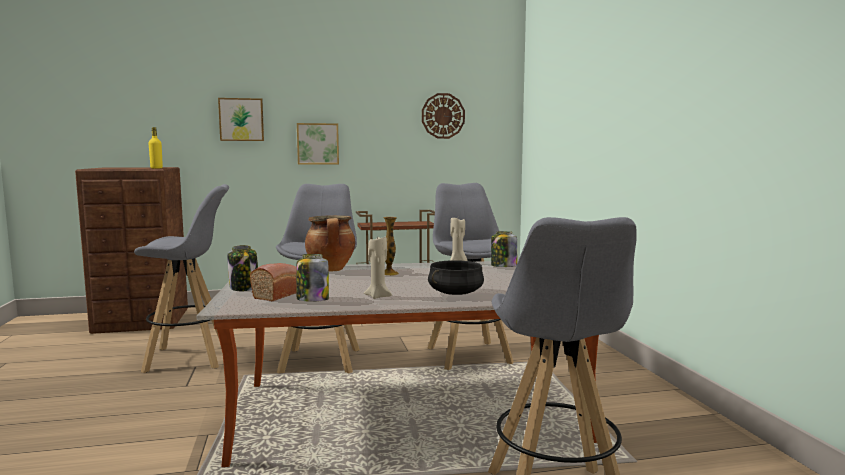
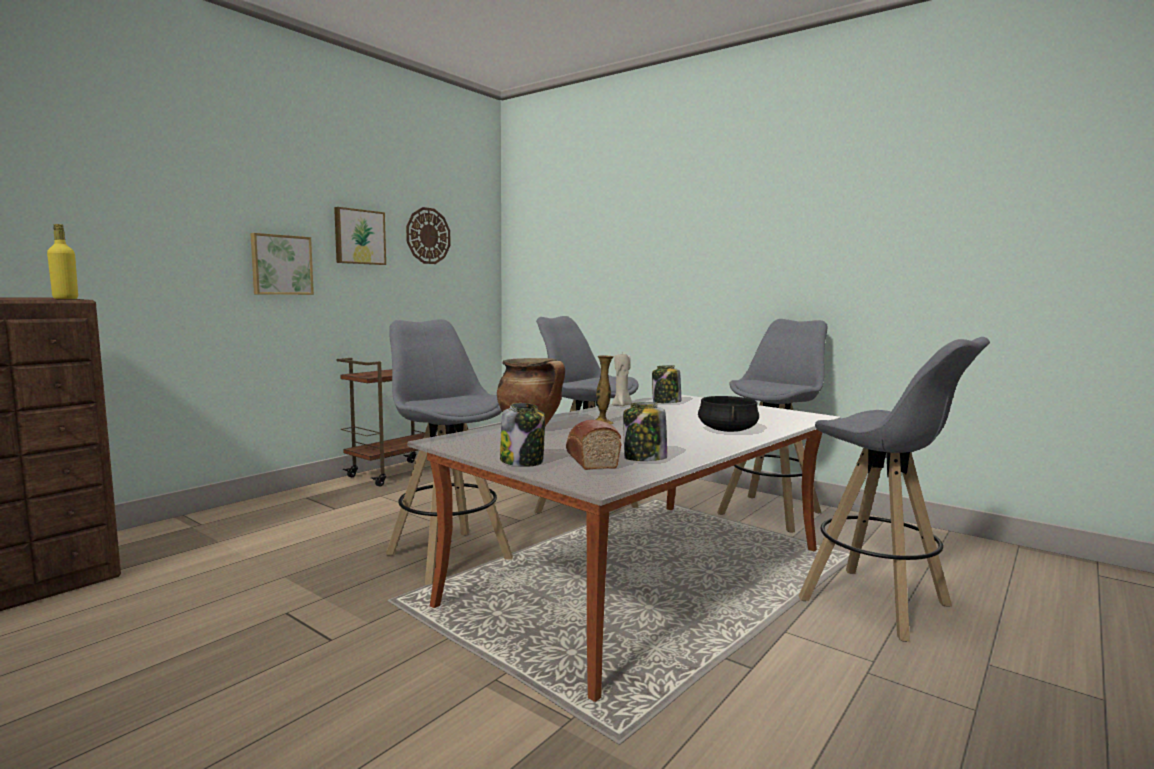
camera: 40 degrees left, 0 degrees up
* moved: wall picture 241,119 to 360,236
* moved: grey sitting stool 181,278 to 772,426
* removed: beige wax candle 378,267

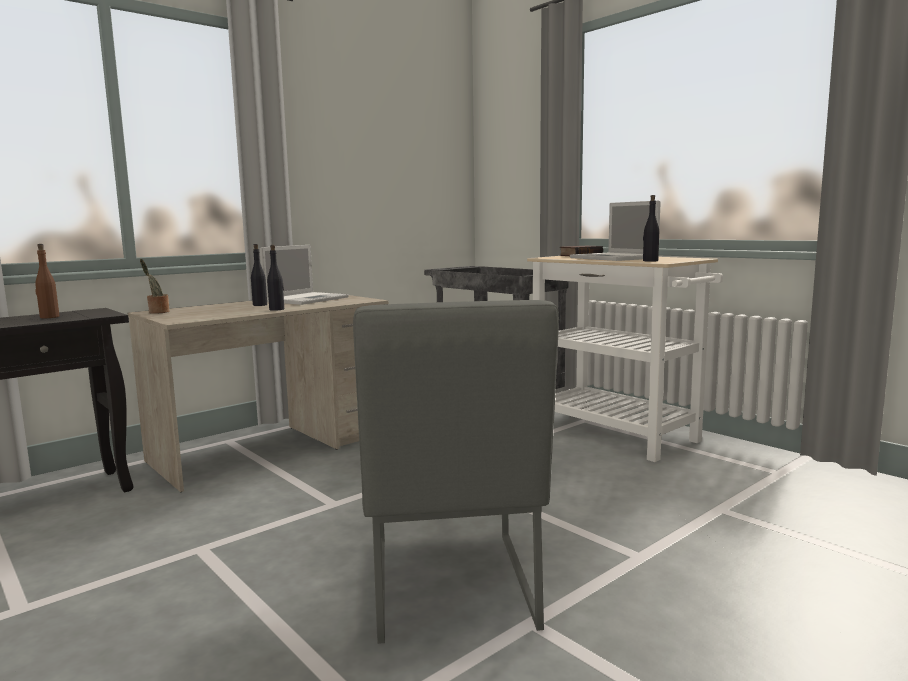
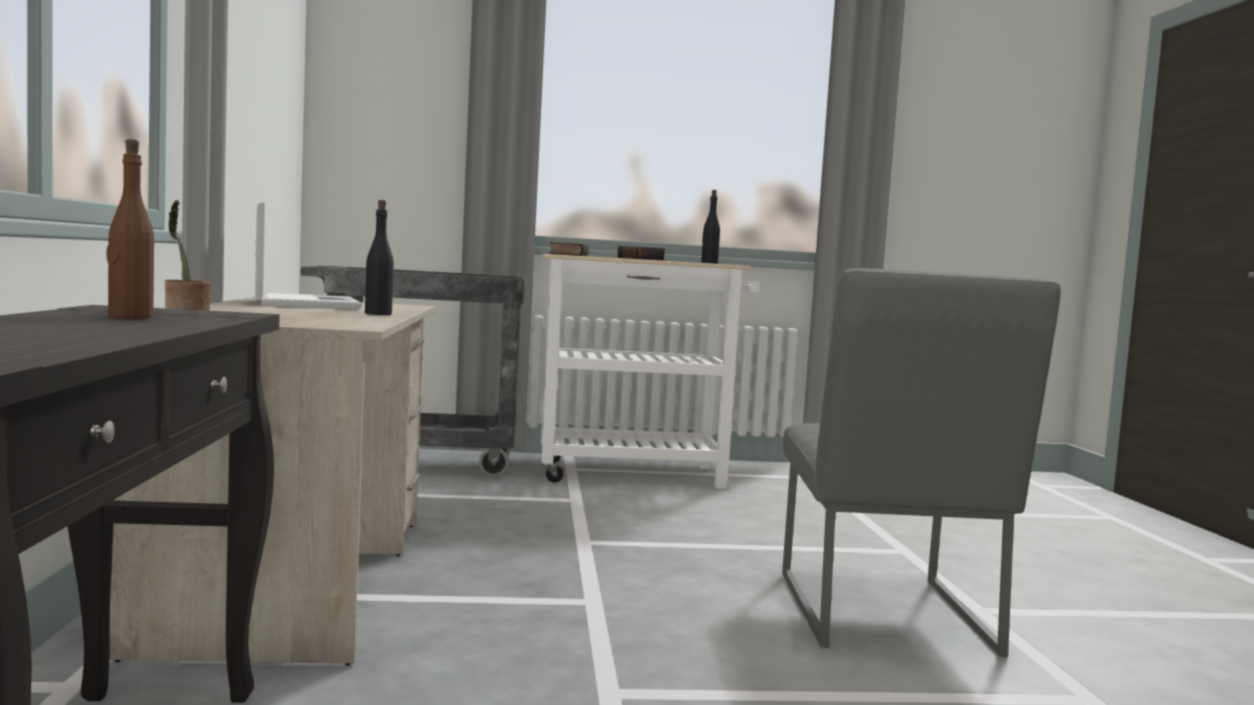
camera: 55 degrees left, 5 degrees down
* replaced: notebook computer 615,231 to bound book 642,253
* turned: grey chair 456,472 = 921,462 60 degrees clockwise
* removed: black bottle 259,275

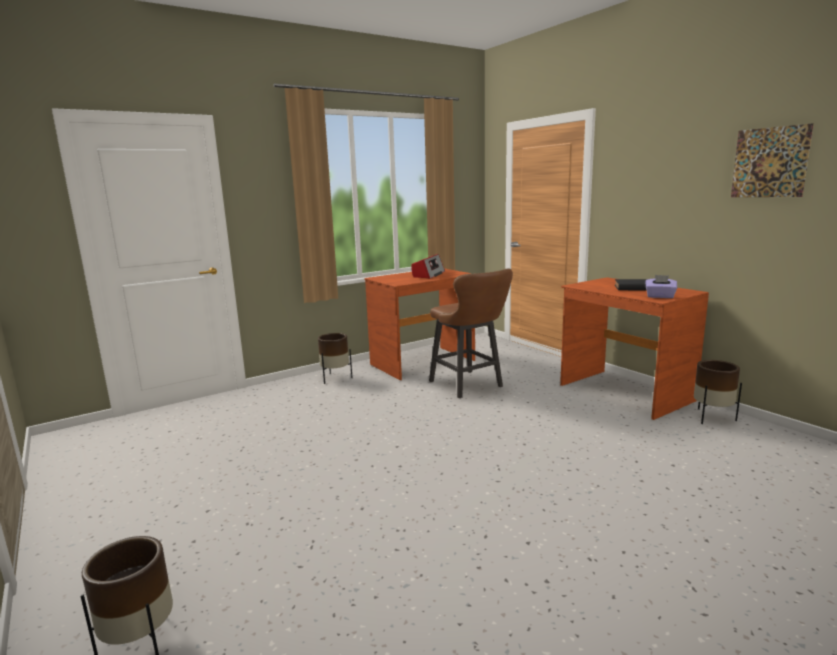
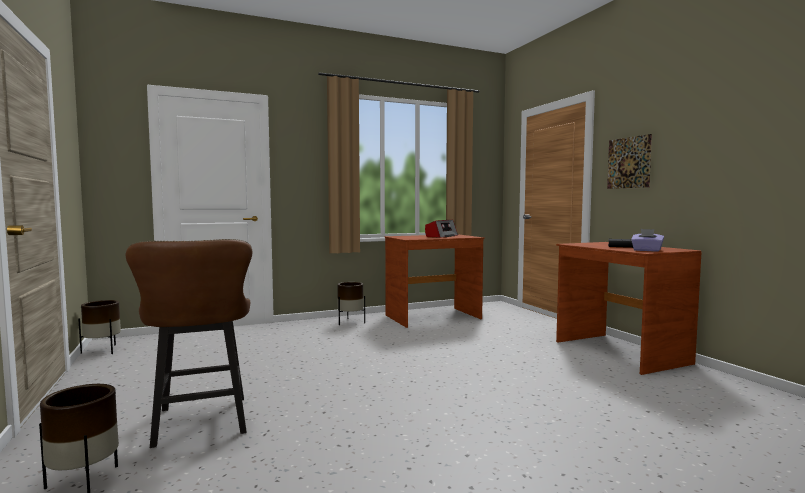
camera: 10 degrees right, 10 degrees down
* moved: brown-coloured flower pot 718,392 to 99,327
* moved: brown-coloured sitting stool 471,333 to 189,343
* moved: wall picture 772,160 to 629,161

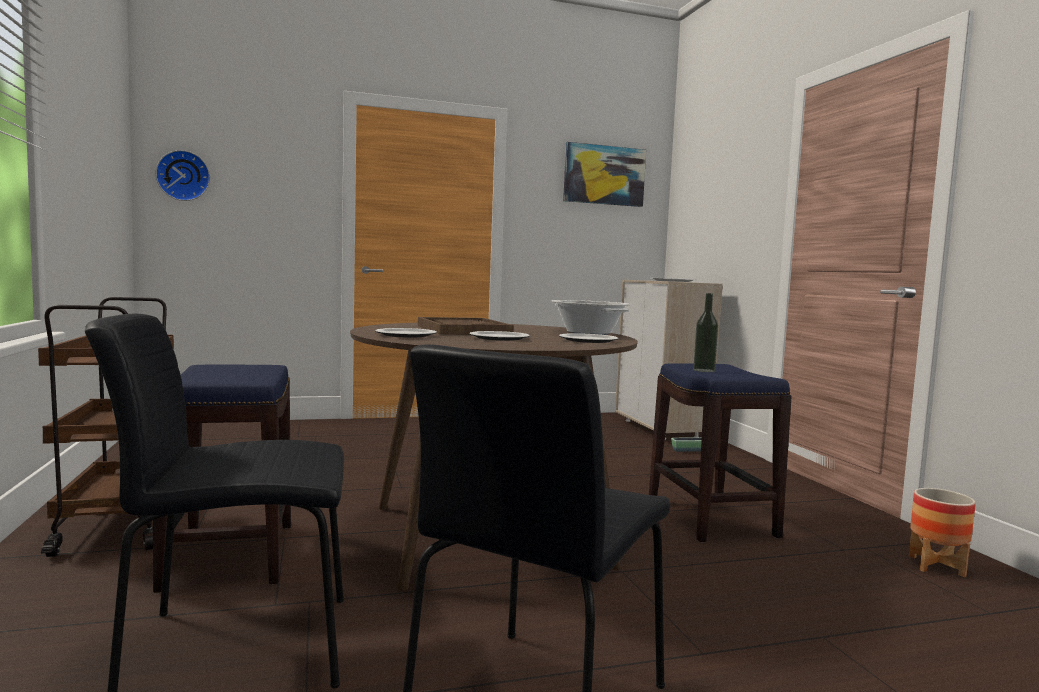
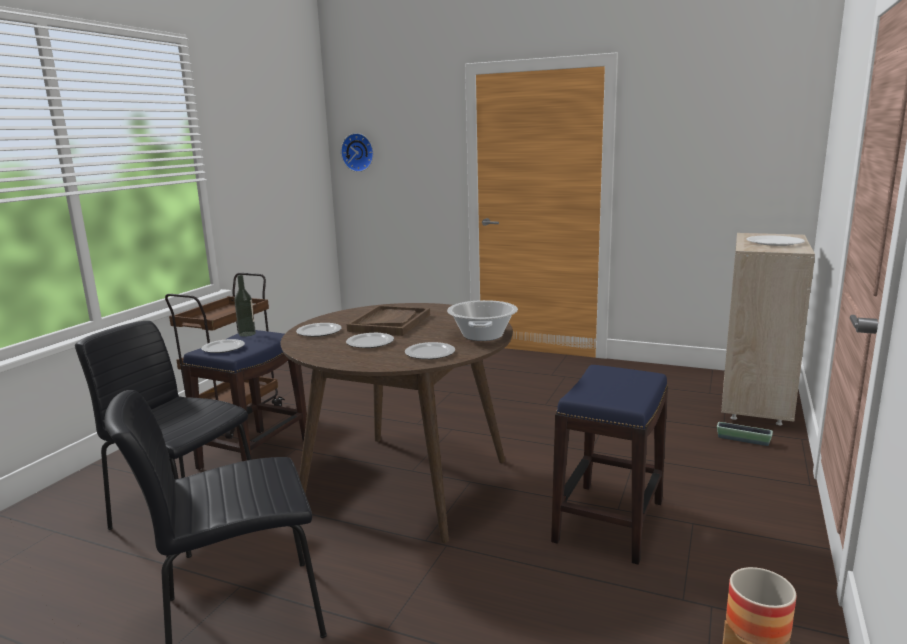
camera: 40 degrees right, 10 degrees up
* added: dinner plate 223,346
* moved: bottle 705,332 to 245,306
* removed: wall picture 604,174

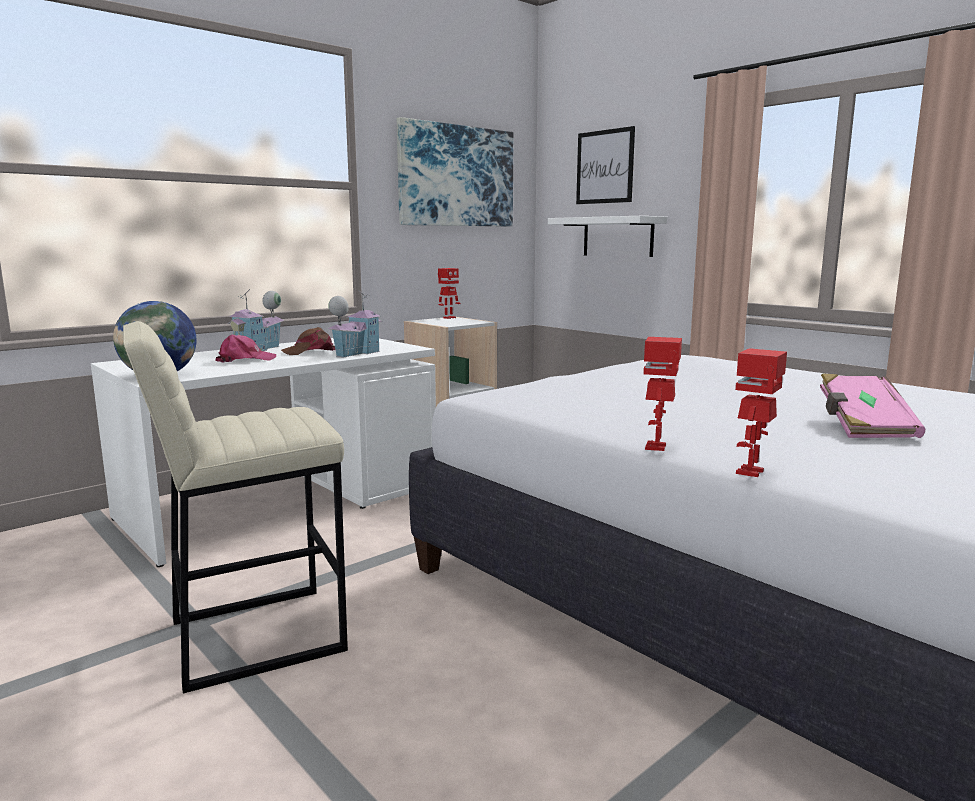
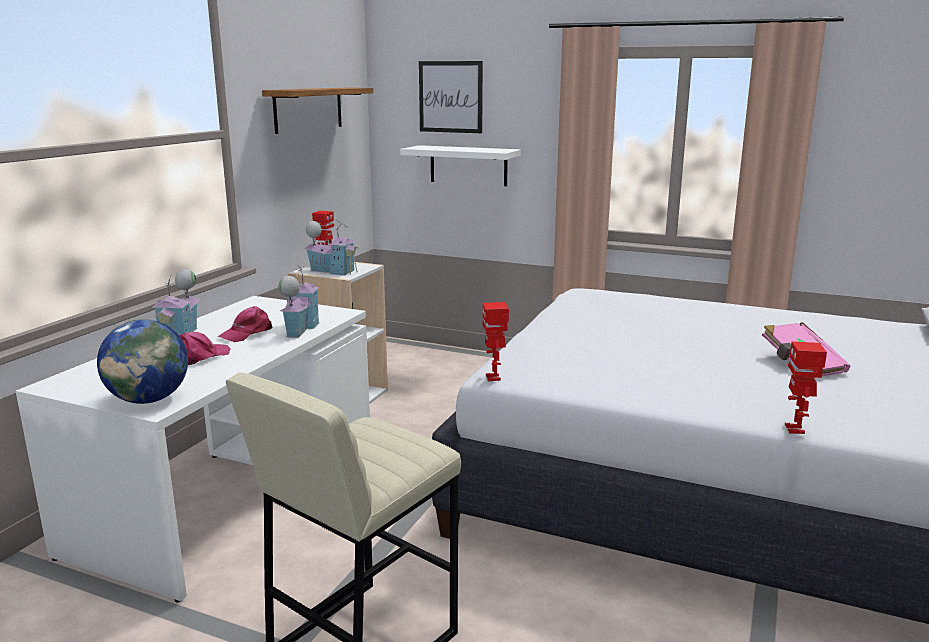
camera: 25 degrees left, 5 degrees up
* recoloured: brown-coloured baseball cap 308,341 to pink-coloured baseball cap 245,324
* replaced: wall picture 455,172 to bracket shelf 317,111
* added: toy house 331,248
* moved: toy robot 662,394 to 495,341

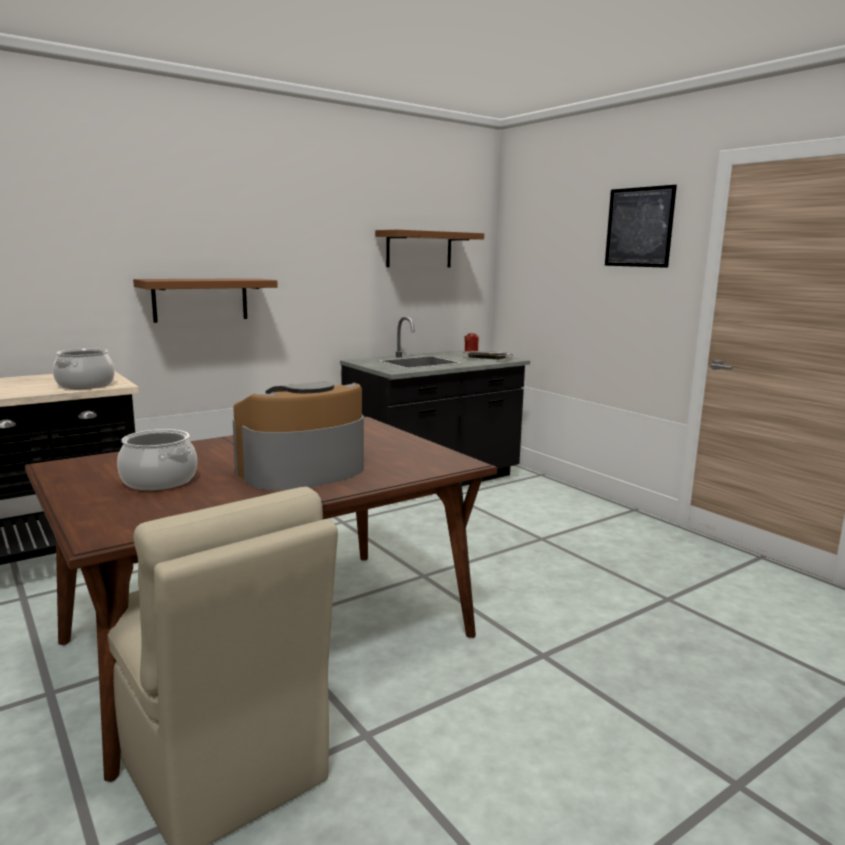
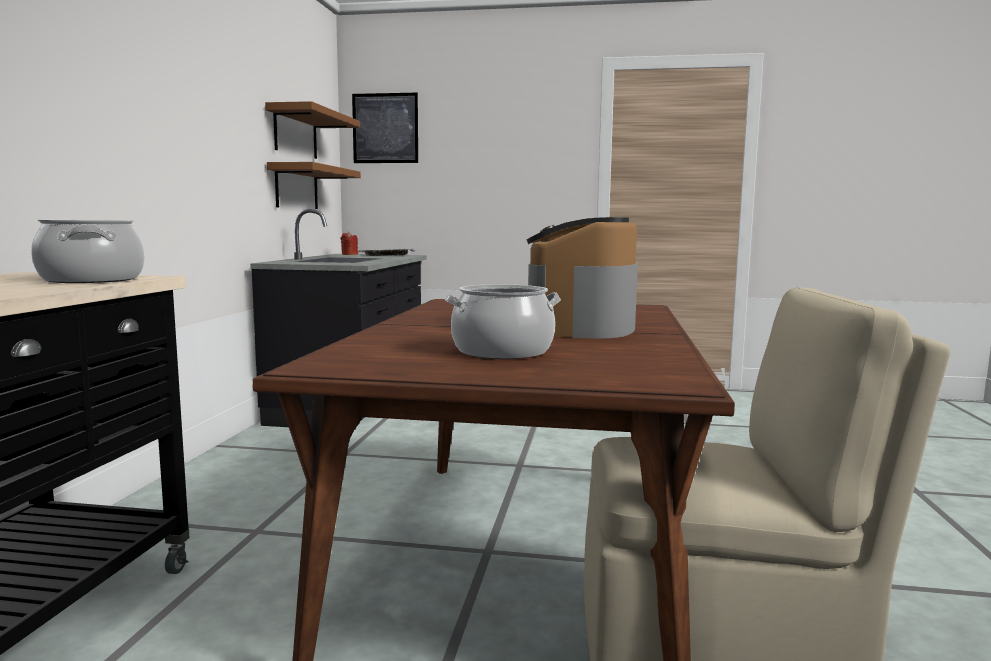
camera: 45 degrees left, 5 degrees down
* moved: brown-coloured bracket shelf 205,300 to 314,185
* moved: wall picture 641,226 to 385,128

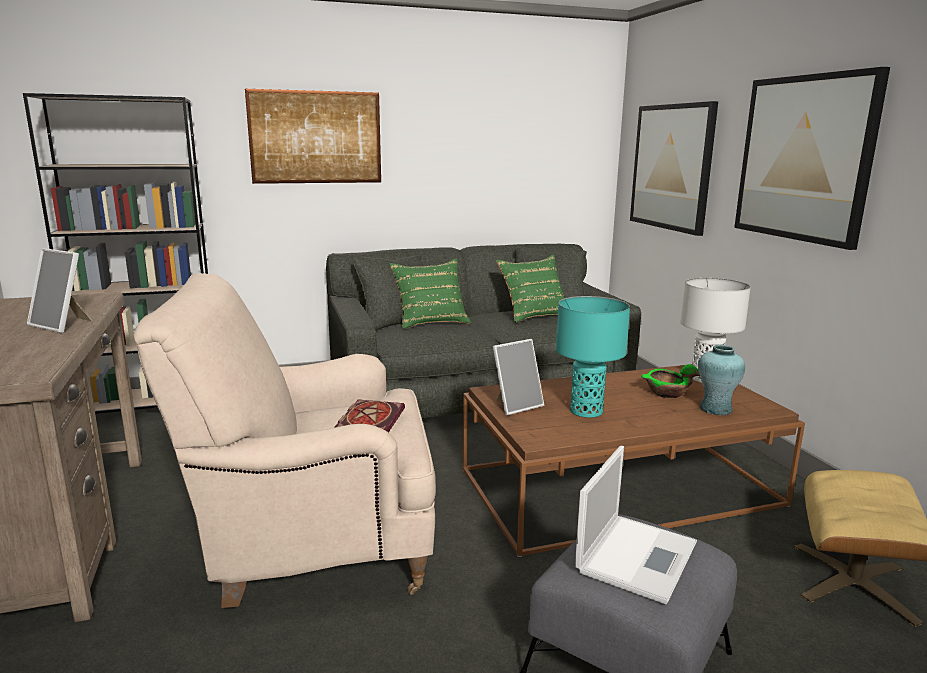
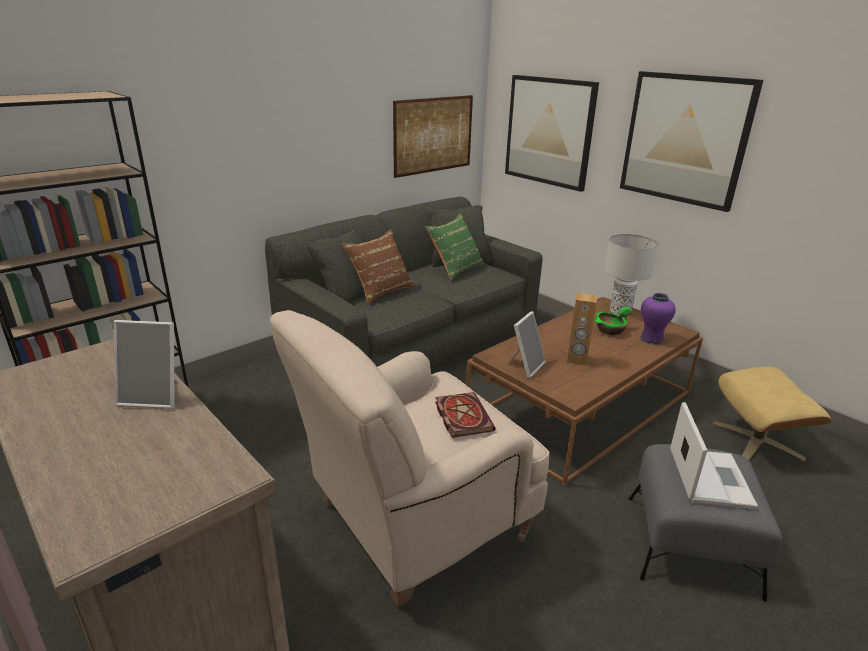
camera: 25 degrees left, 10 degrees up
* recoloured: green throw pillow 430,294 to brown-coloured throw pillow 379,266
* moved: wall picture 313,136 to 433,136
* replaced: turquoise-coloured table lamp 592,357 to brown-coloured audio speaker 582,329
* recoloured: turquoise-coloured vase 721,380 to purple vase 658,318

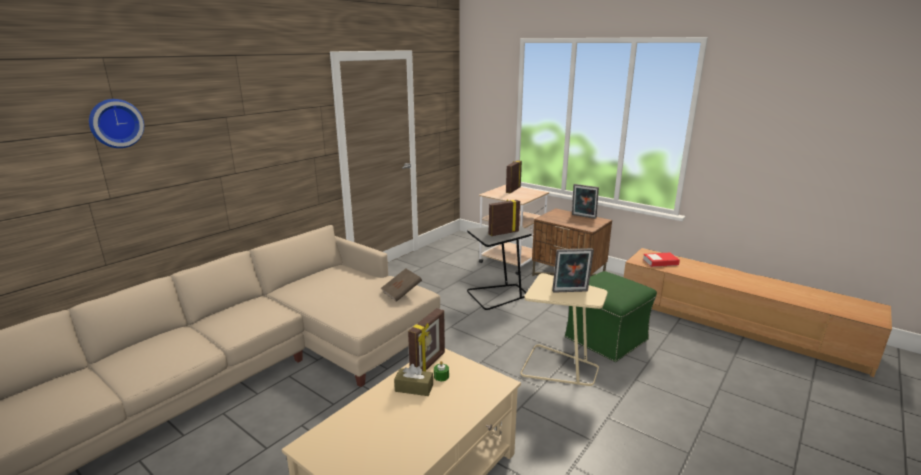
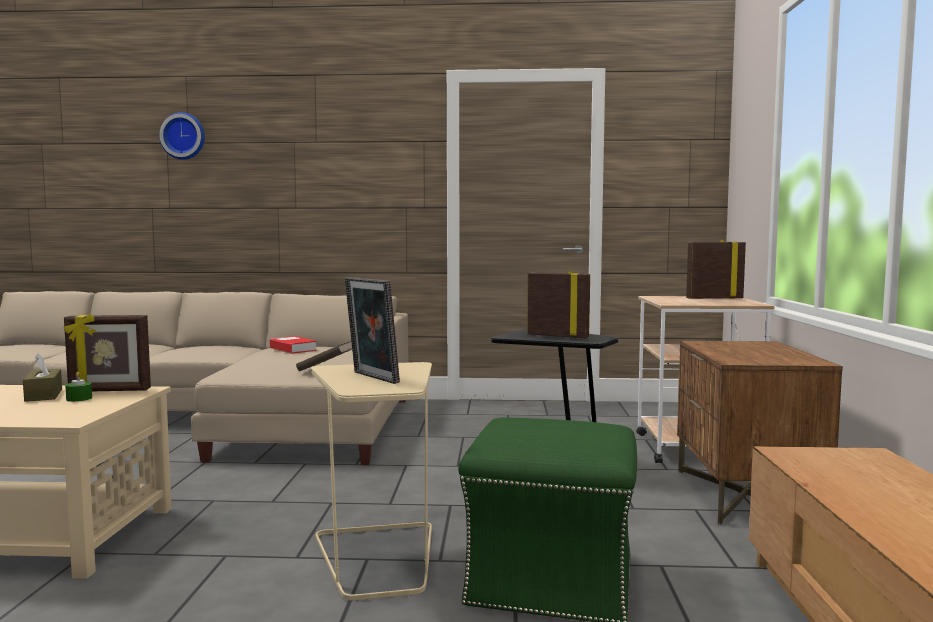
camera: 55 degrees right, 15 degrees down
* moved: bound book 661,260 to 293,345
* removed: photo frame 585,201

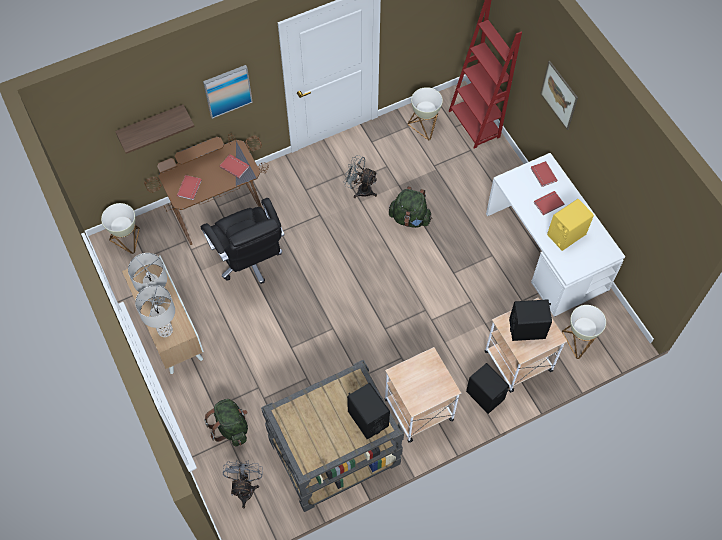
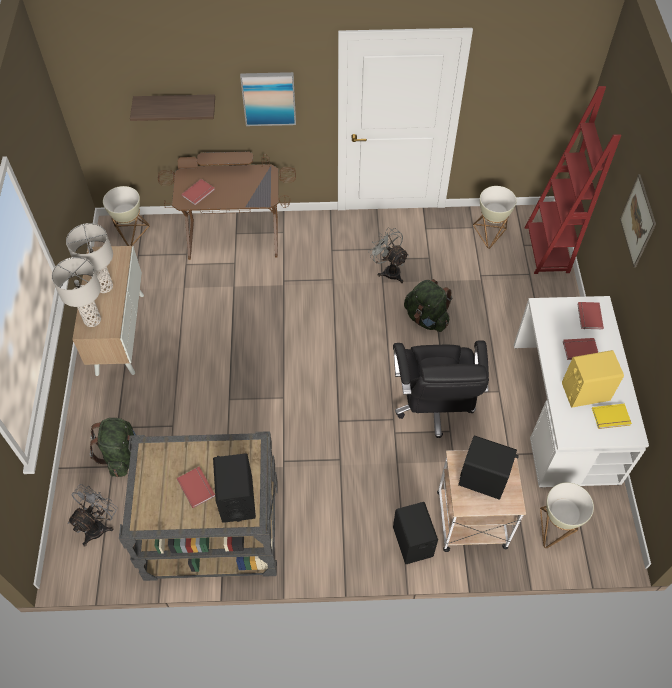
camera: 25 degrees right, 5 degrees down
* moved: reddish bound book 234,166 to 196,487
* moved: black computer chair 243,241 to 441,389
* added: yellow bound book 612,416
* removed: beige cart 423,395

